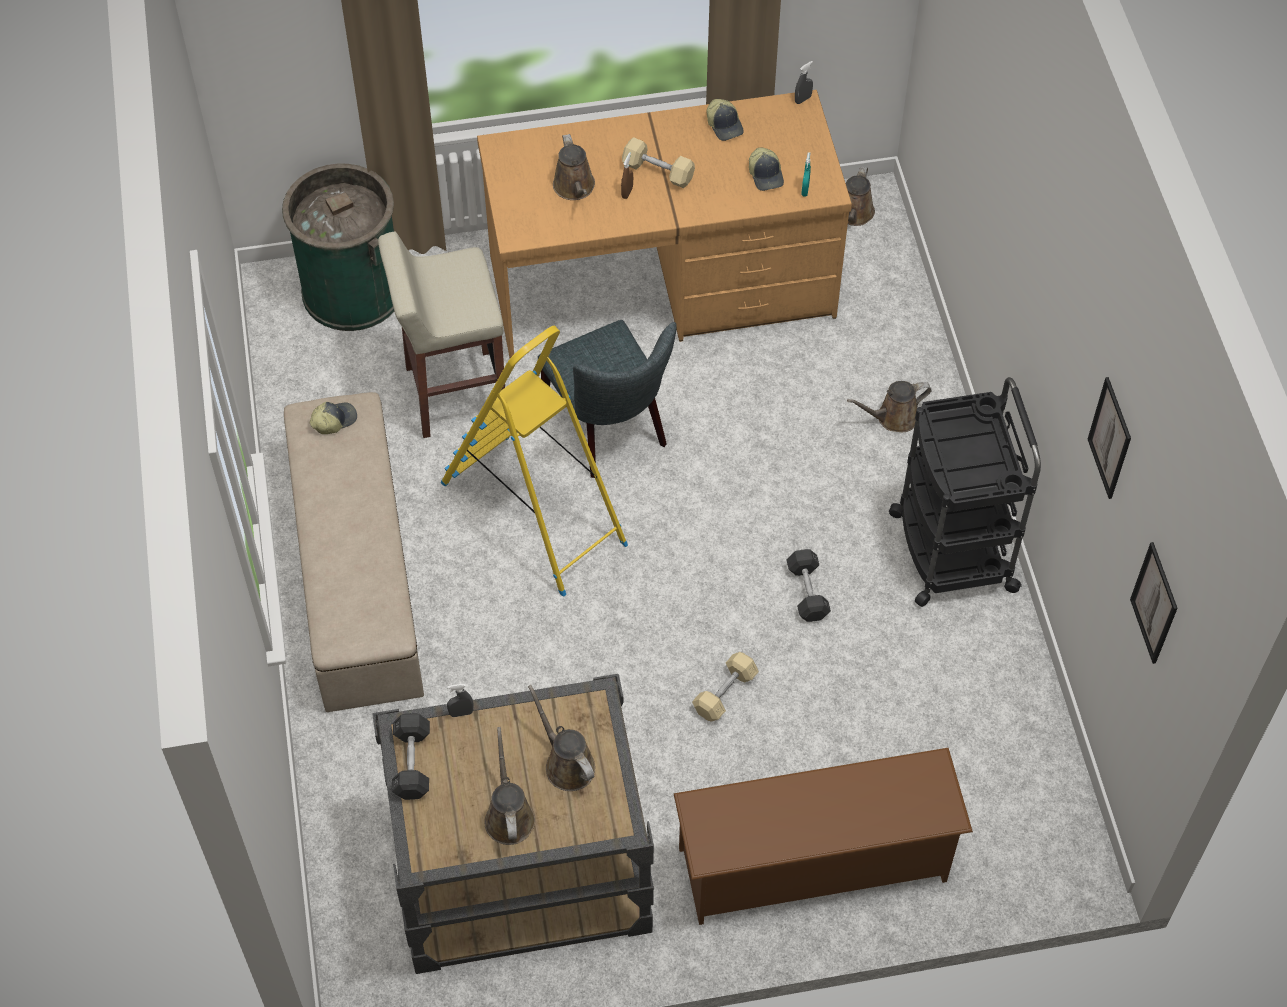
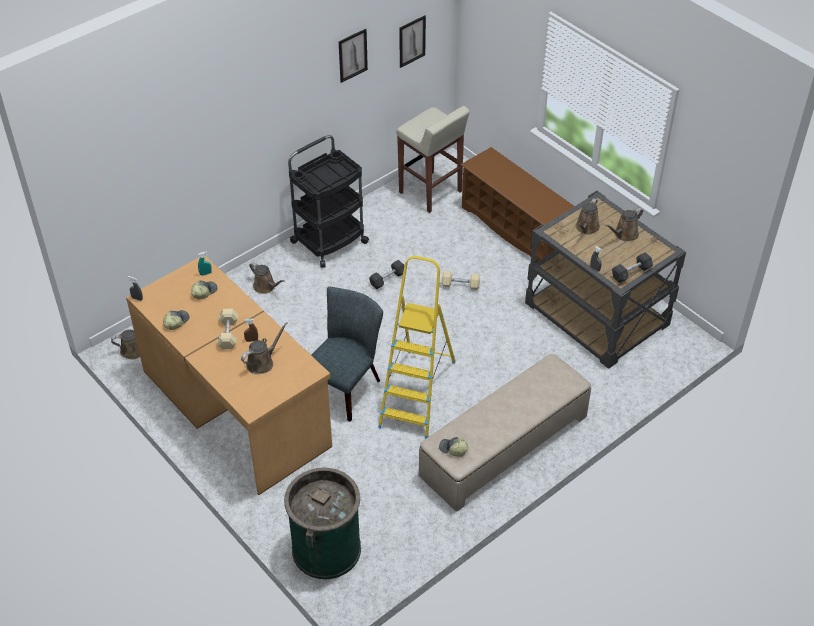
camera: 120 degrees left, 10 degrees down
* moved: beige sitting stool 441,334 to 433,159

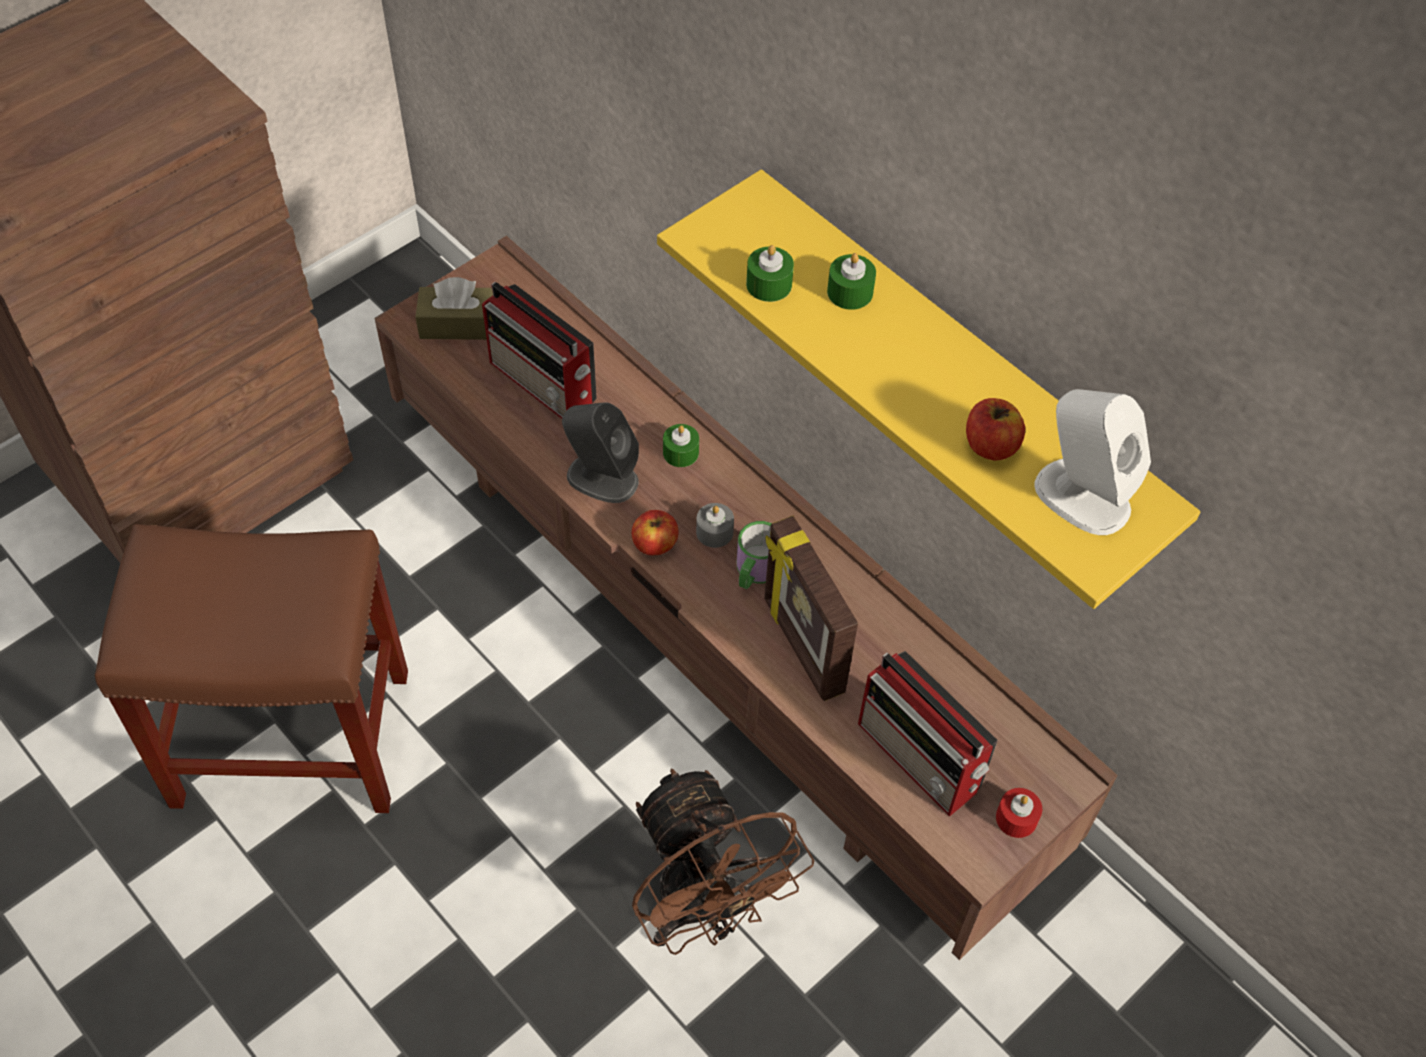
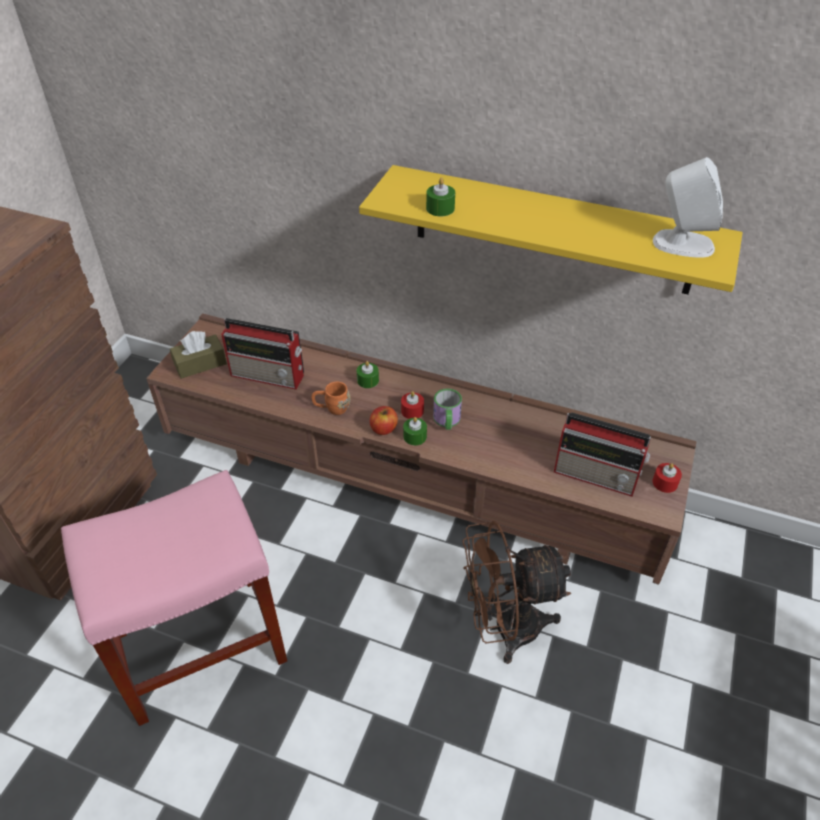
camera: 25 degrees left, 10 degrees down
* recoloured: brown-coloured sitting stool 251,668 to pink-coloured sitting stool 174,598
* replaced: grey audio speaker 600,452 to orangey coffee mug 331,398
* recoloured: grey wax candle 715,525 to reddish wax candle 412,405
* moved: green wax candle 851,281 to 415,431
* turned: brown-coloured fan 723,862 = 516,592 135 degrees clockwise
* removed: photo frame 811,608
* removed: apple fruit 995,429

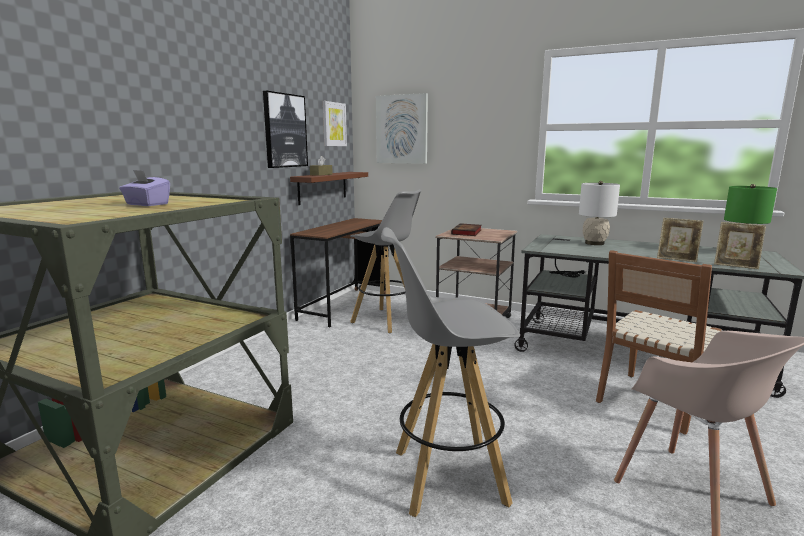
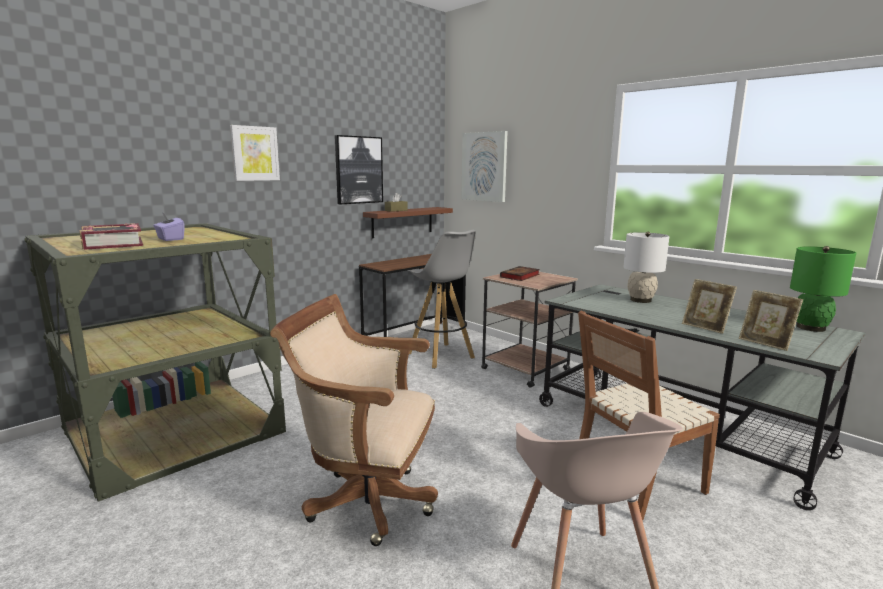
camera: 20 degrees right, 0 degrees up
* added: bound book 111,236
* moved: wall picture 335,123 to 255,153
* replaced: grey sitting stool 450,372 to computer chair 354,420

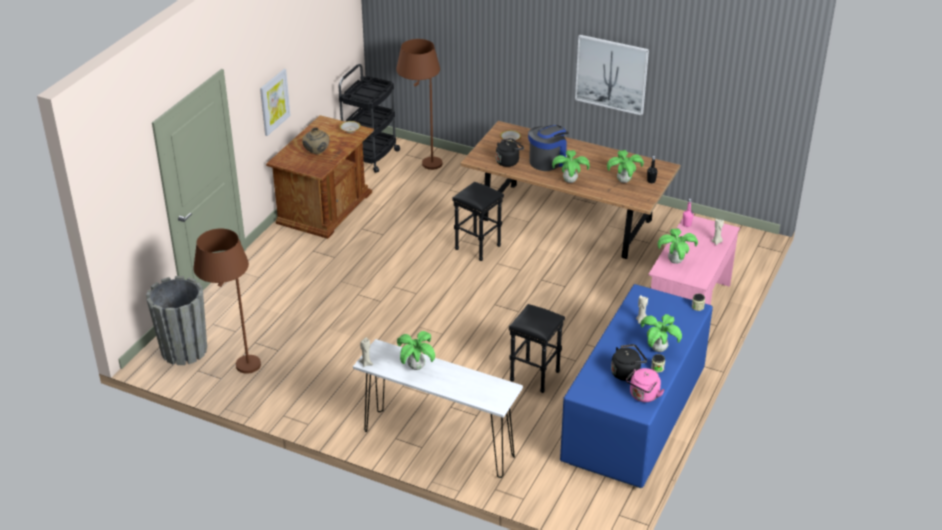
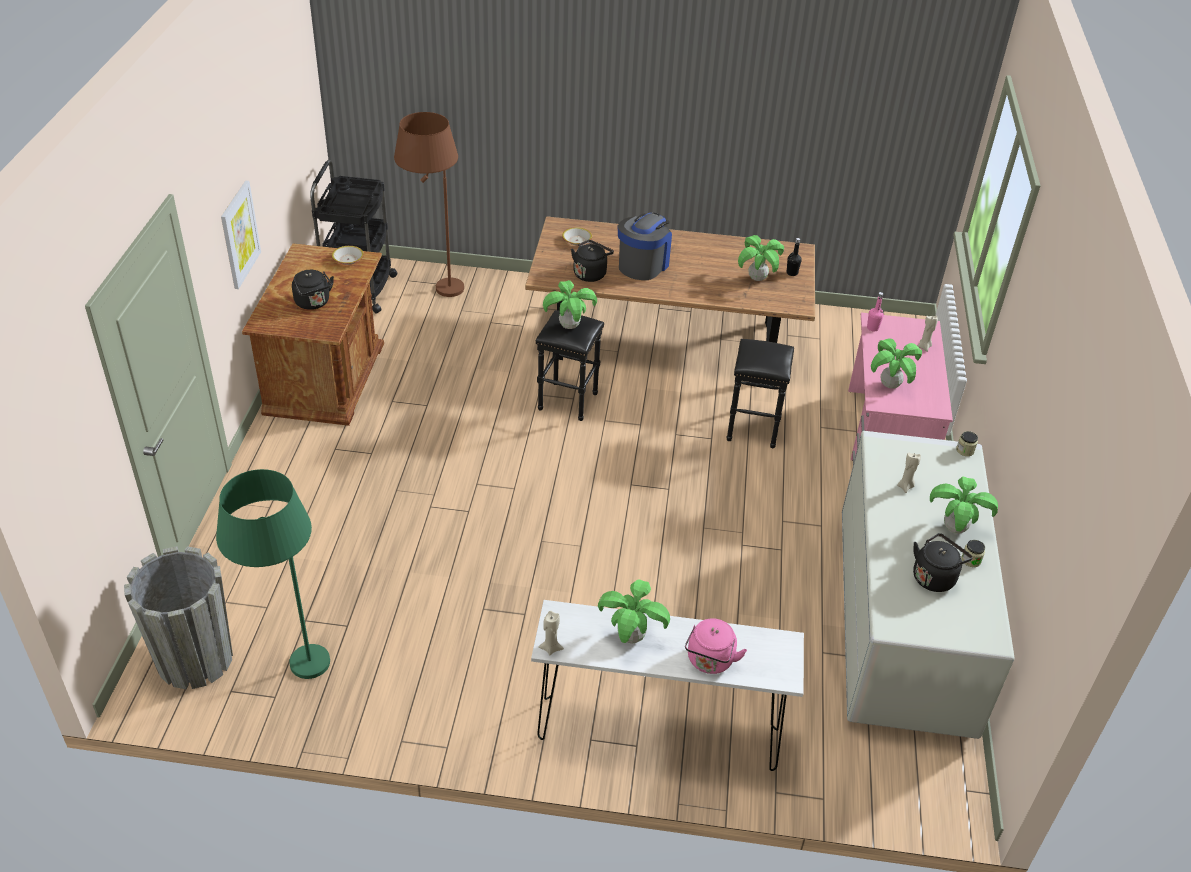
camera: 20 degrees left, 5 degrees up
* recoloured: brown-coloured standard lamp 227,301 to green standard lamp 273,574
* replaced: beige vase 315,140 to black tea kettle 313,290
* moved: houseplant 571,166 to 570,304
* moved: pink-coloured tea kettle 645,385 to 716,646
* moved: black sitting stool 537,348 to 760,393
* recoloured: blue-coloured dresser 636,386 to white-coloured dresser 928,585
* removed: wall picture 612,75

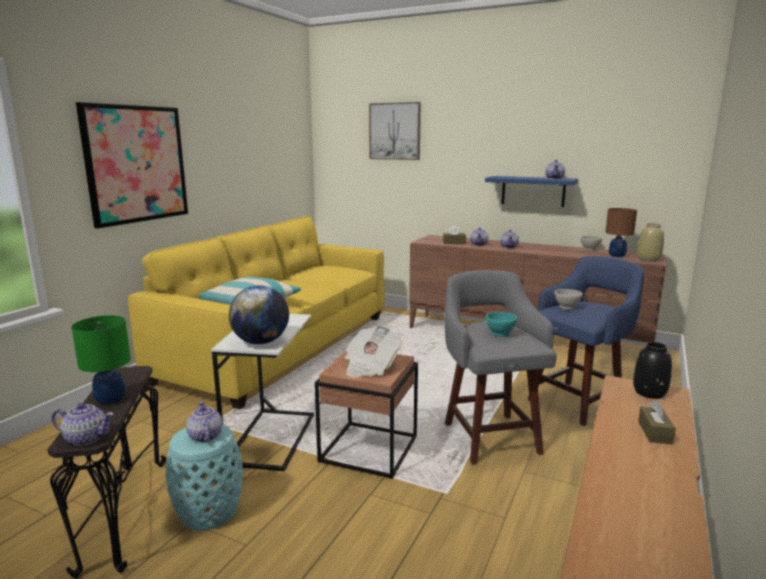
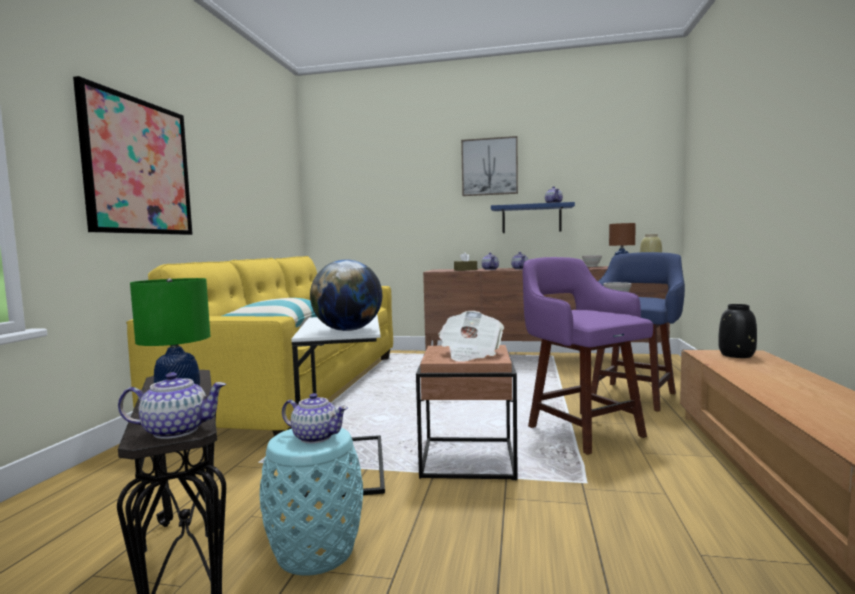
camera: 15 degrees left, 10 degrees down
* turned: pot for tea 204,422 = 315,418 150 degrees clockwise
* moved: wall picture 395,131 to 489,166
* recoloured: grey sitting stool 500,367 to purple sitting stool 588,356
* removed: turquoise-coloured deep dish 501,324
* removed: brown-coloured tissue holder 657,422

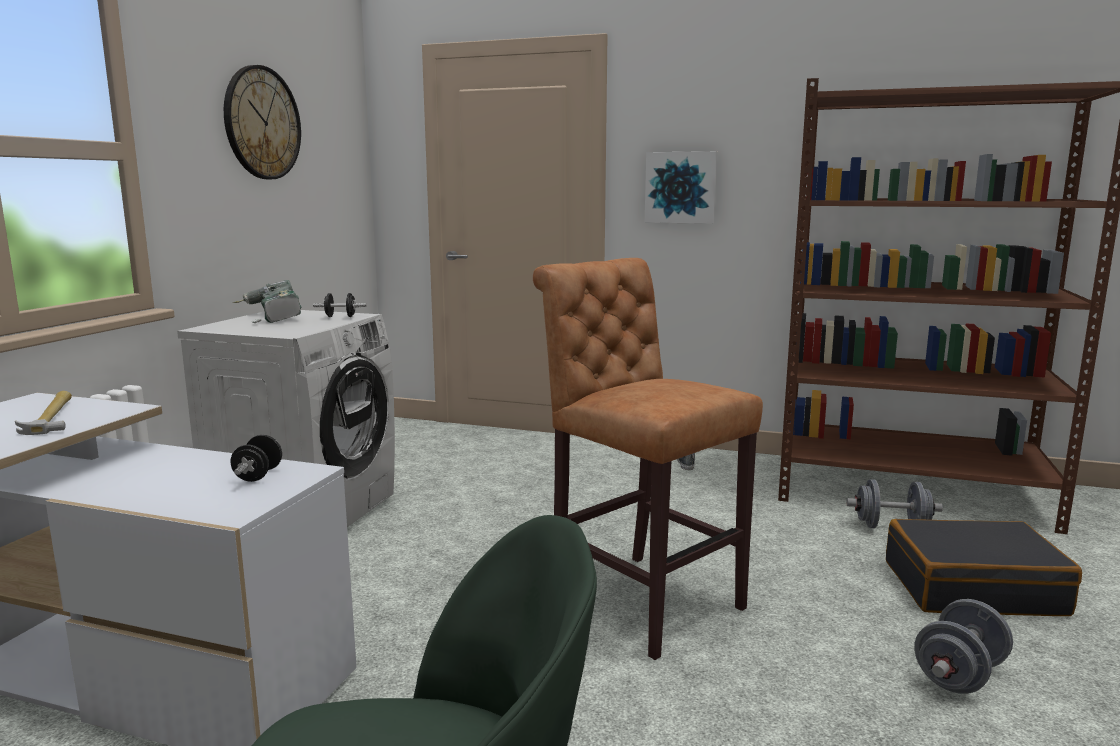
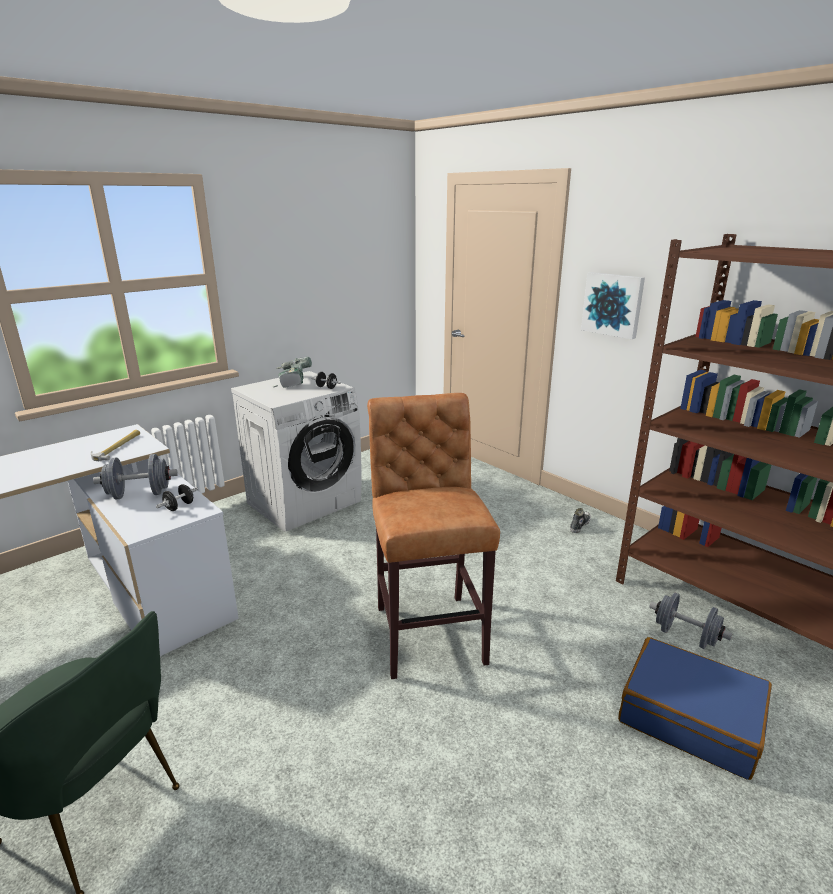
camera: 30 degrees right, 10 degrees up
* moved: grey dumbbell 963,646 to 135,476
* recoloured: black piece of luggage 984,567 to blue-coloured piece of luggage 695,708
* removed: wall clock 262,122

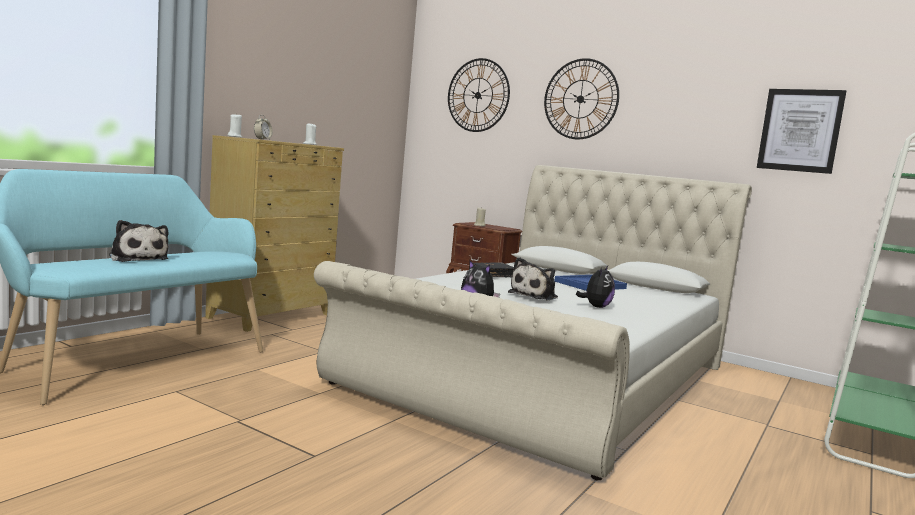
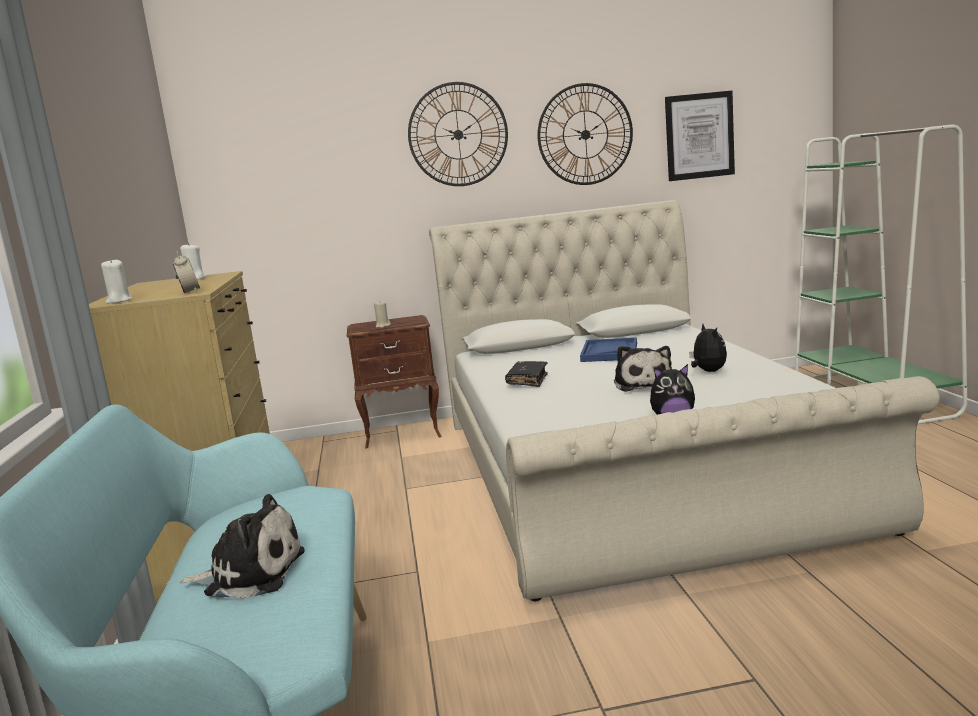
camera: 40 degrees left, 5 degrees up
* moved: wall clock 479,95 to 585,134

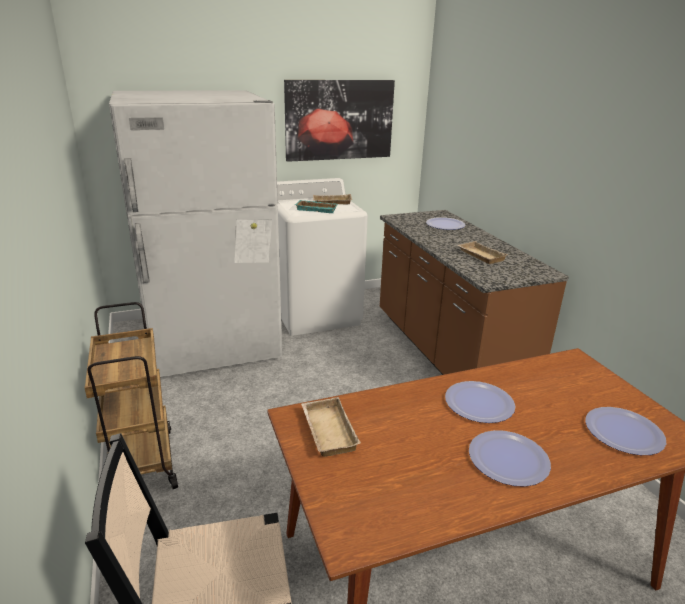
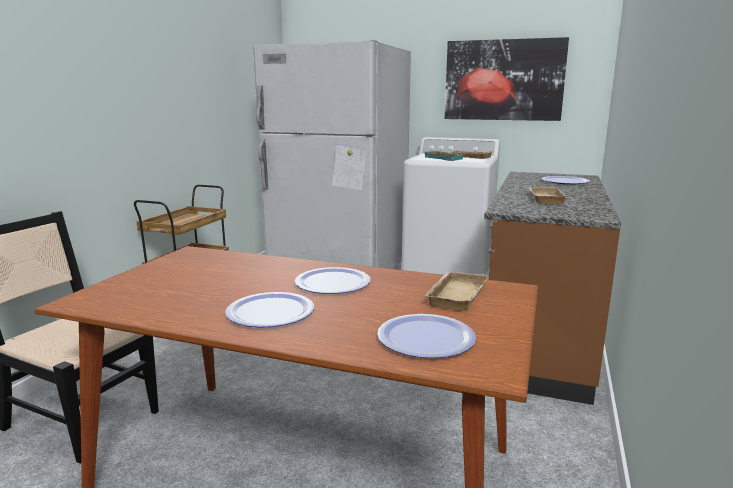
camera: 40 degrees right, 10 degrees down
* moved: beige tray 331,427 to 456,291

